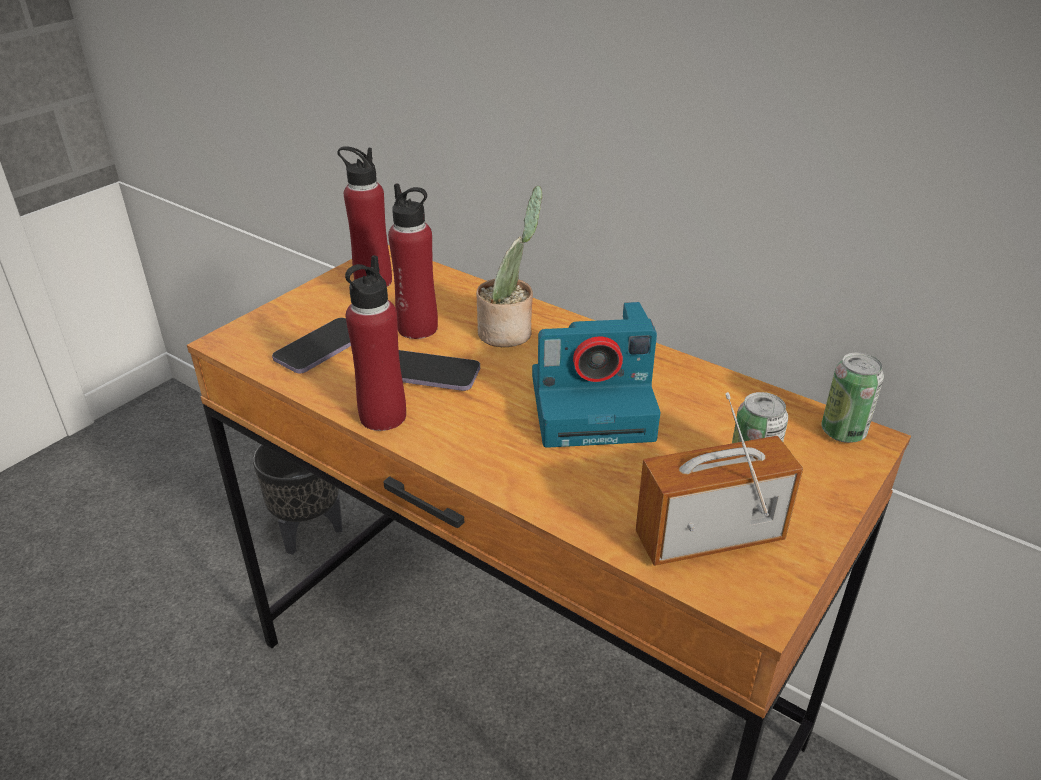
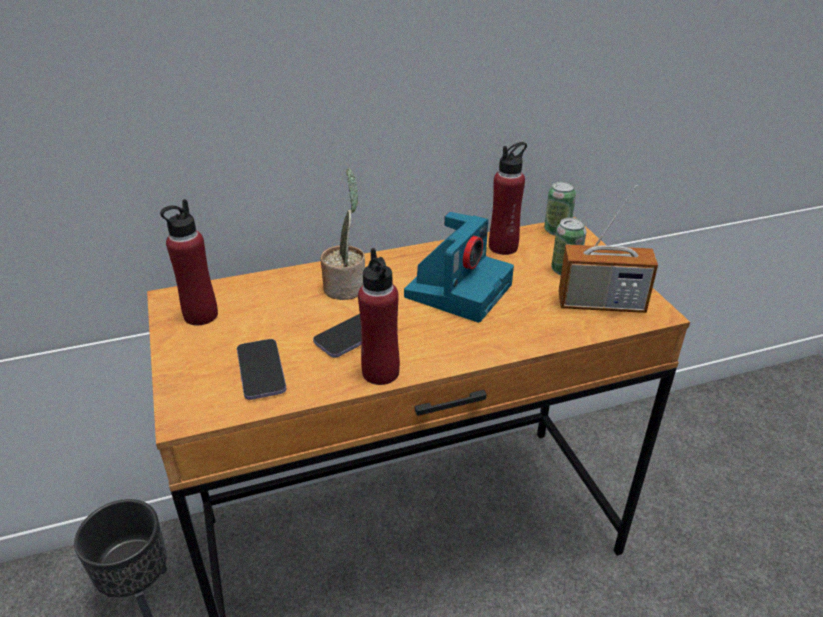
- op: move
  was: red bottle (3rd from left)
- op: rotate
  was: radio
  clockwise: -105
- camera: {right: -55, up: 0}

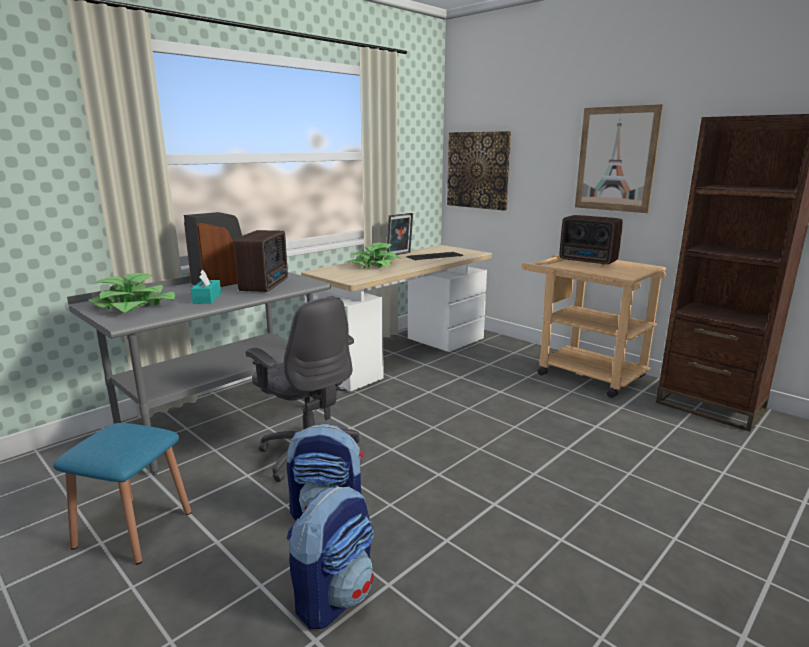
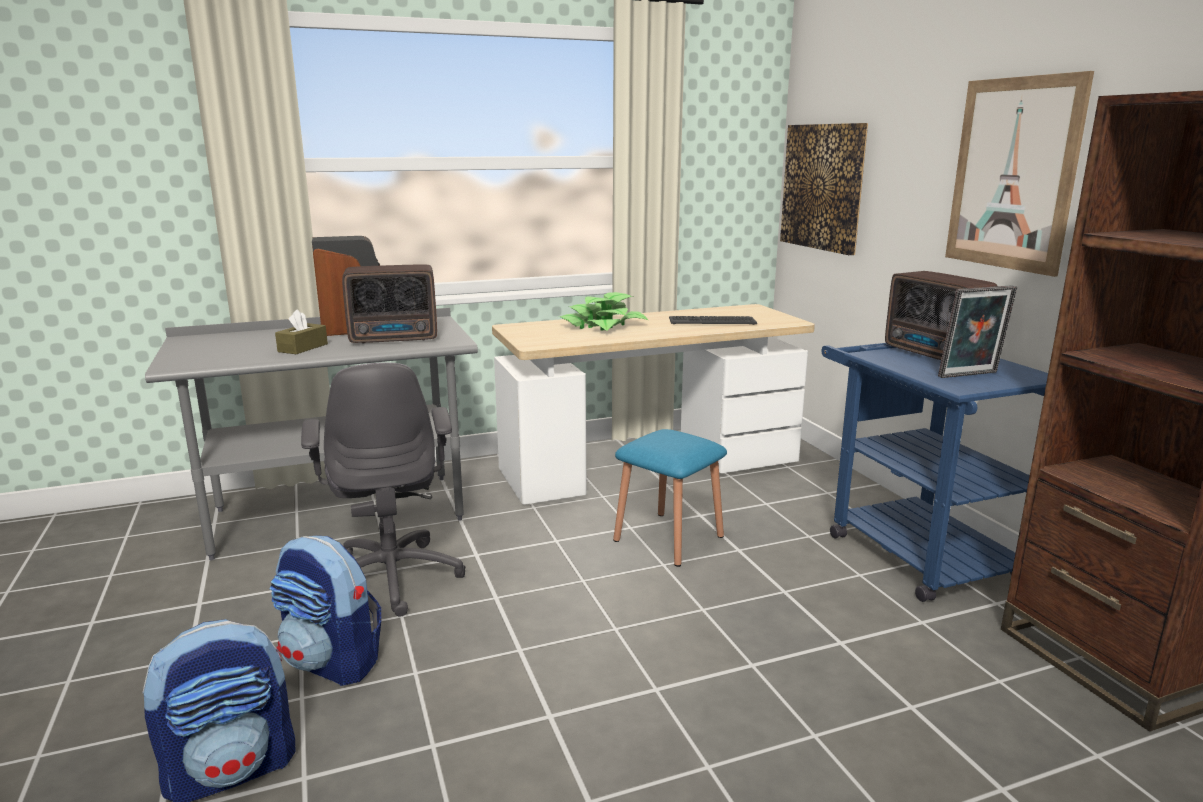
- op: recolor
  was: turquoise tissue box
  now: brown tissue box
- op: rotate
  was: radio (1st from left)
  clockwise: 45
- op: move
  was: blue stool
- op: recolor
  was: beige cart
  now: blue cart
- op: move
  was: picture frame
- op: delete
  was: potted plant (1st from left)
- camera: {right: 25, up: 0}

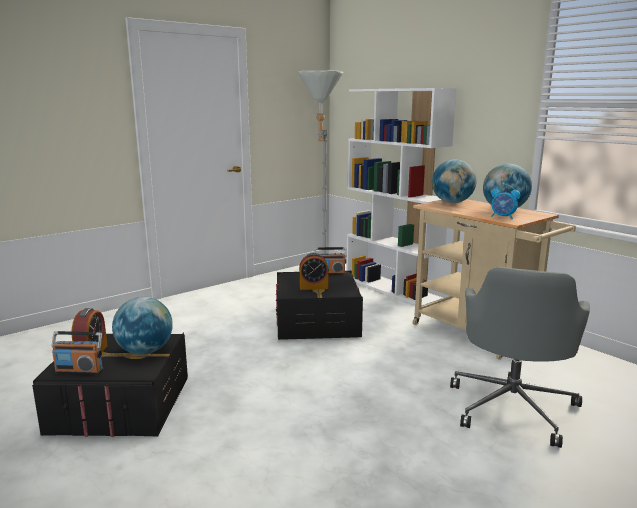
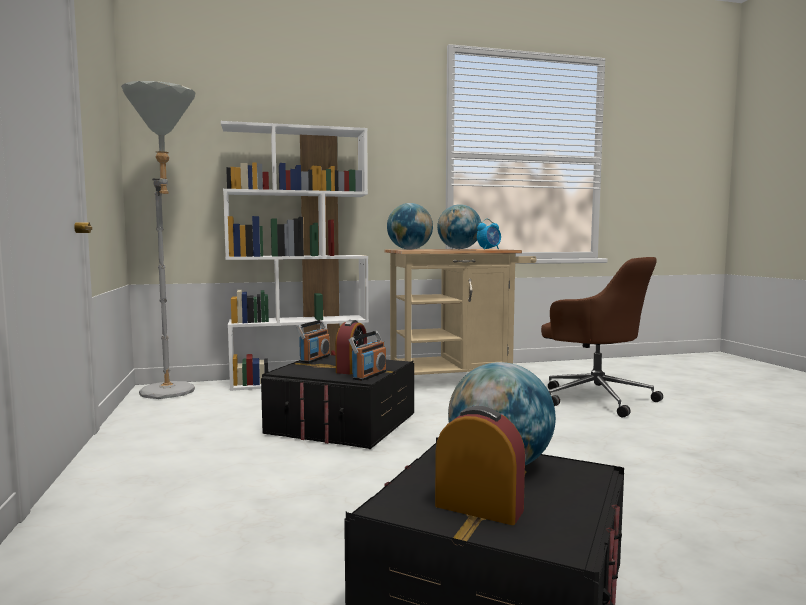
- op: move
  was: radio (1st from left in the first image)
  now: radio (2nd from left)
- op: recolor
  was: grey office chair
  now: brown office chair
- camera: {right: -65, up: -10}

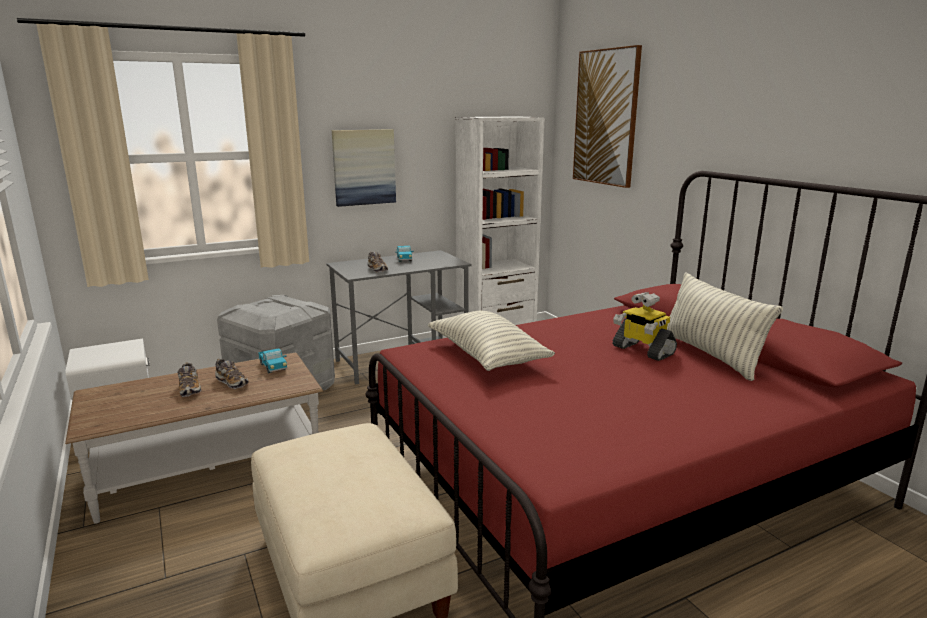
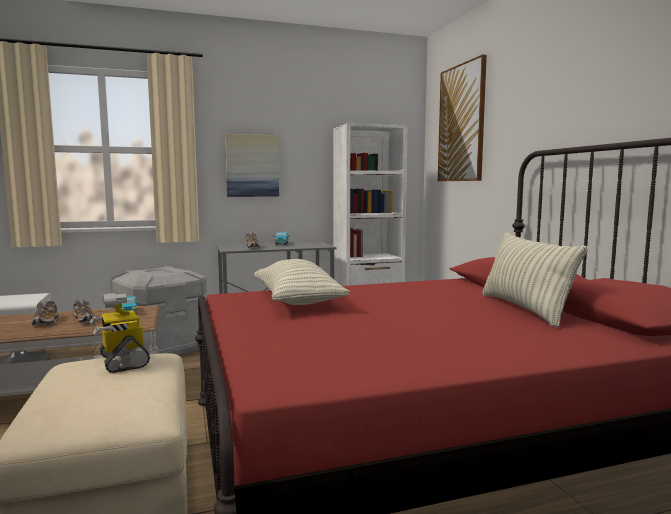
- op: move
  was: toy robot
- camera: {right: 10, up: -10}

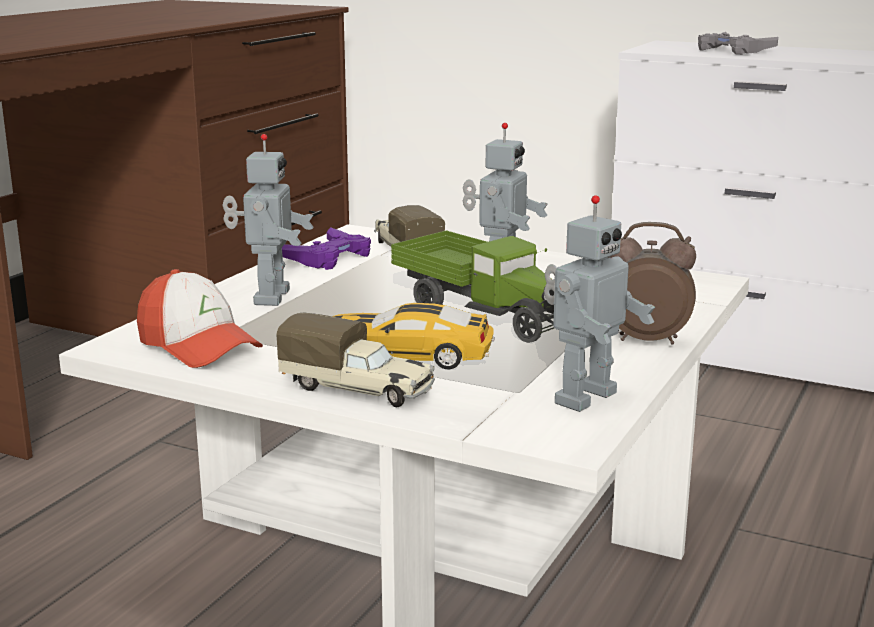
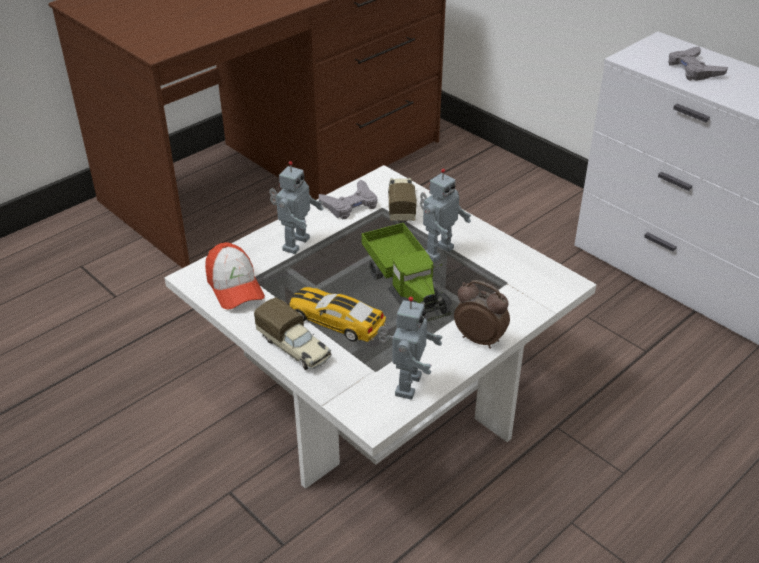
- op: recolor
  was: purple game controller
  now: grey game controller (1st from left)
- op: rotate
  was: toy robot (3rd from left in the first image)
  clockwise: -45
- camera: {right: 20, up: 20}

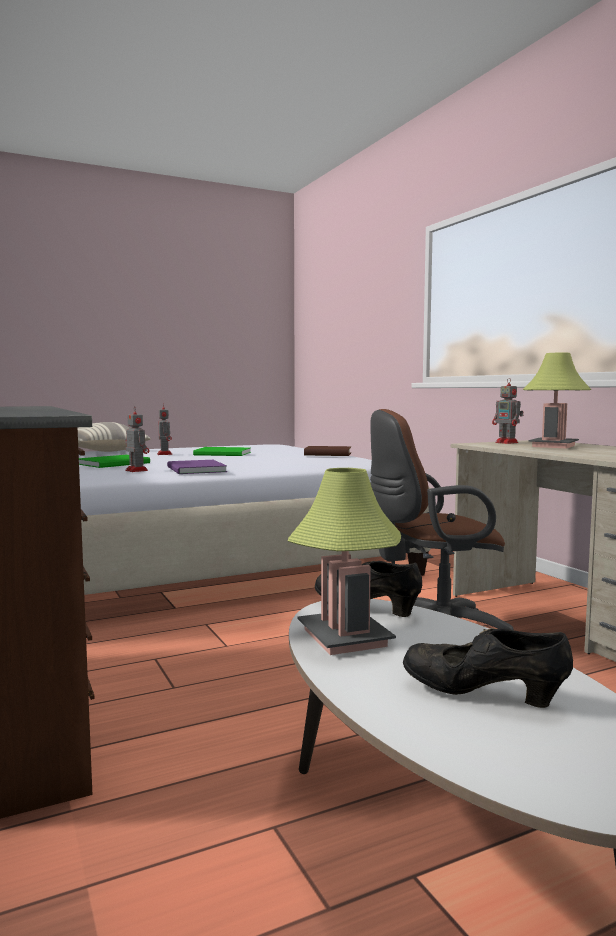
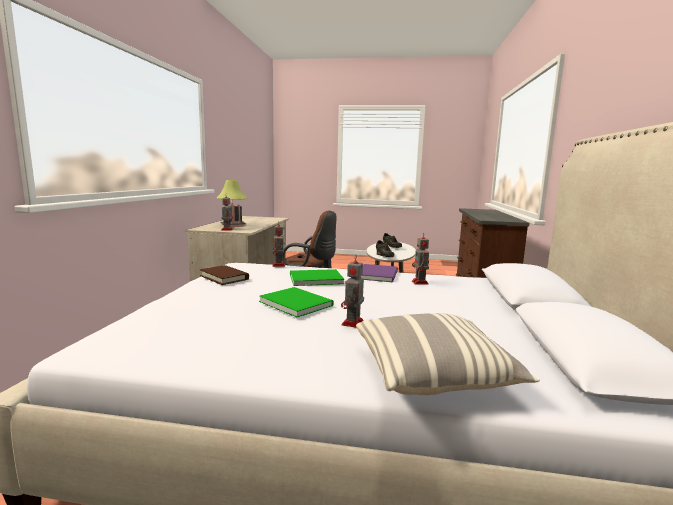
- op: insert
  now: toy robot (2nd from left)
- op: move
  was: green book (1st from left in the first image)
  now: green book (2nd from left)
- op: delete
  was: table lamp (1st from left)
- camera: {right: -145, up: 5}

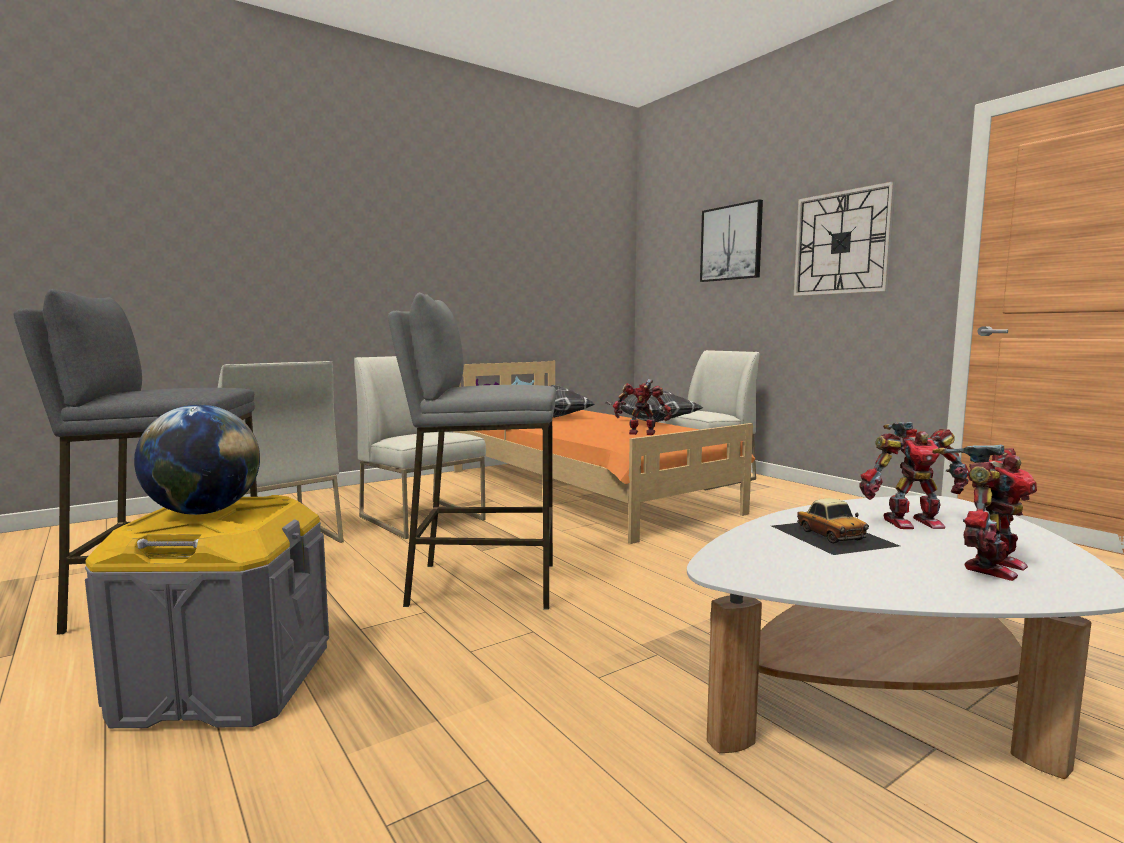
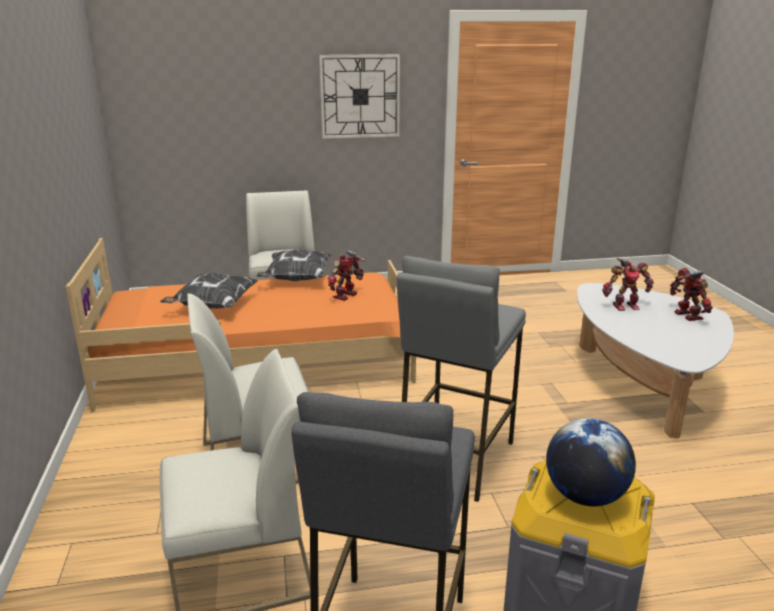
- op: rotate
  was: toy robot (2nd from left)
  clockwise: 60
- op: delete
  was: picture
- op: delete
  was: toy car
- camera: {right: -65, up: 15}

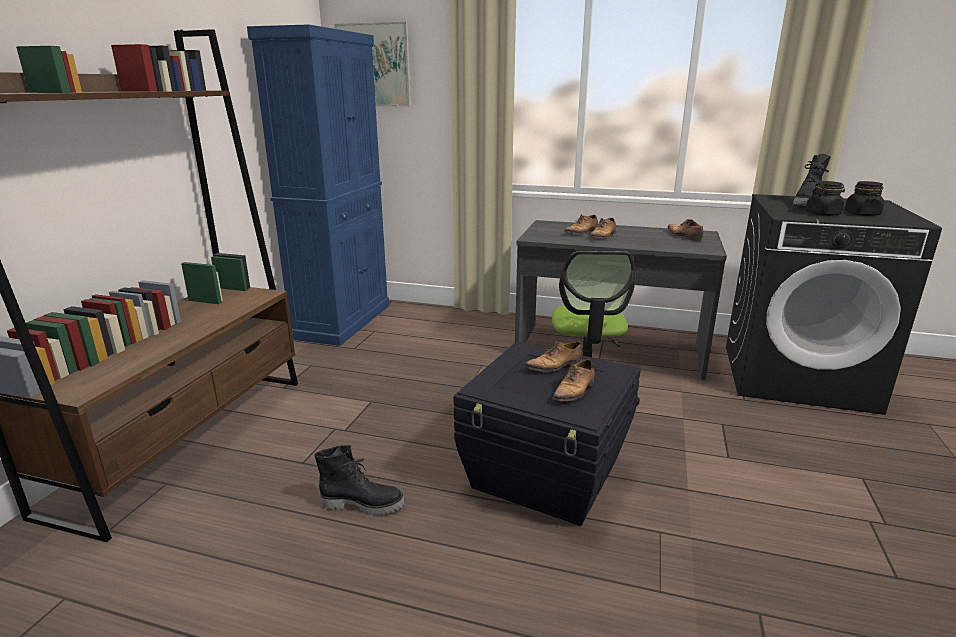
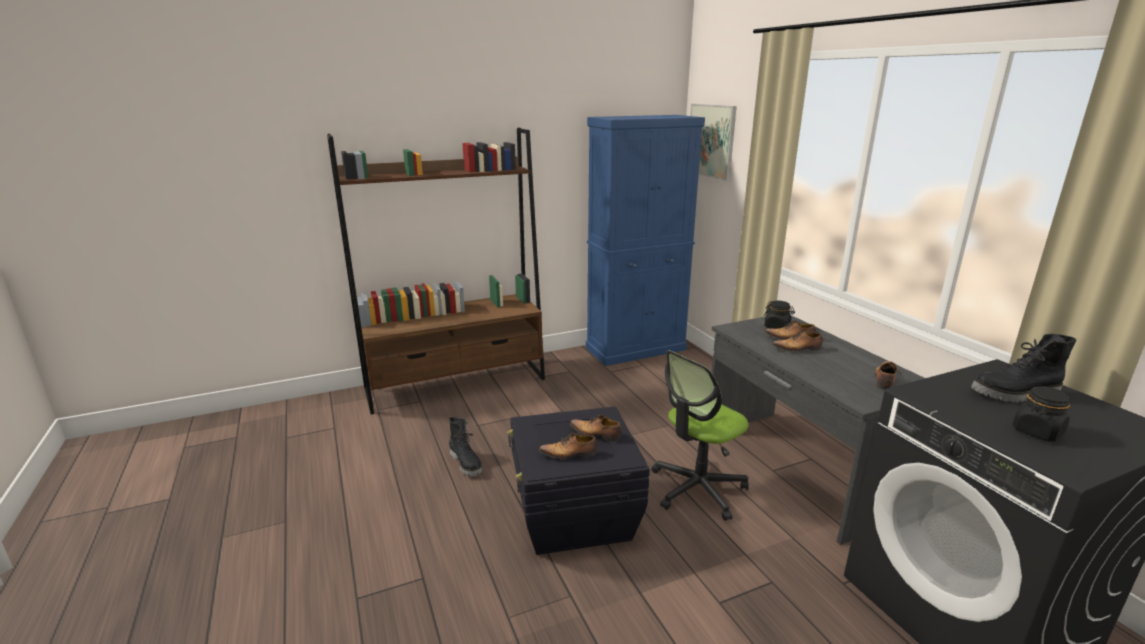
- op: move
  was: black jar (1st from left)
- camera: {right: 50, up: 0}

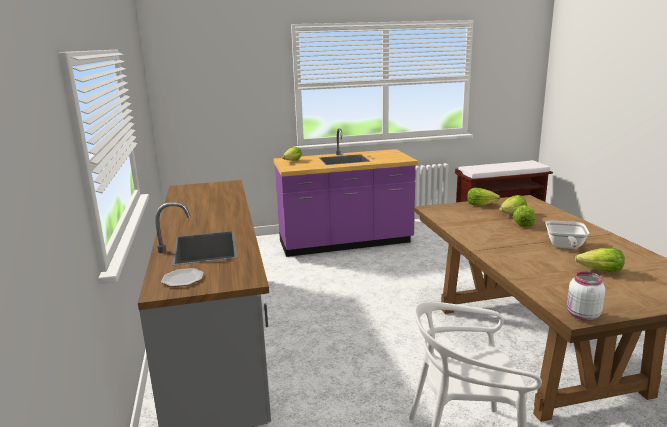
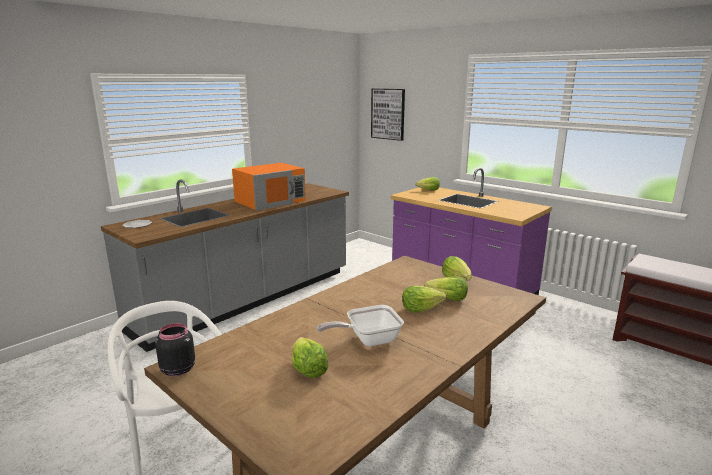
- op: recolor
  was: white jar
  now: black jar
- op: insert
  now: orange microwave
- op: insert
  now: picture
- camera: {right: 55, up: 0}

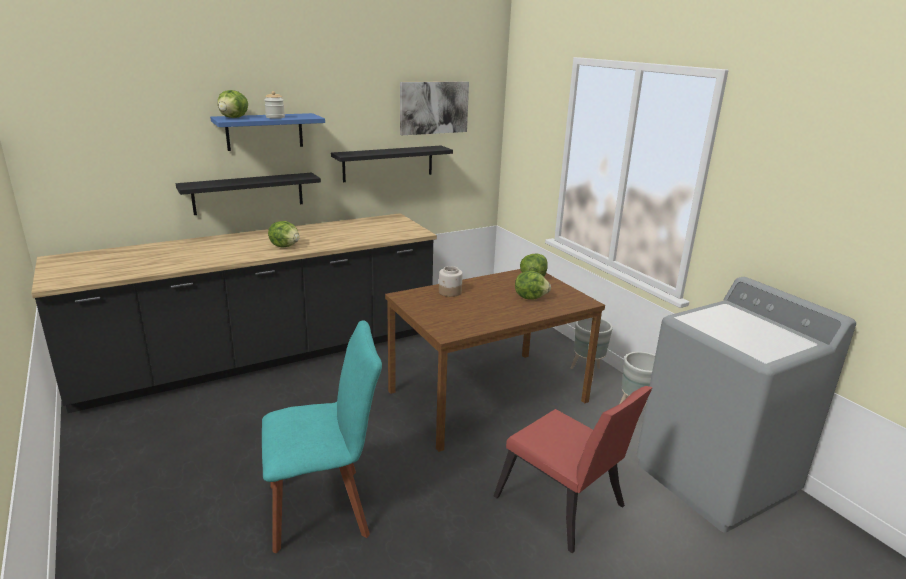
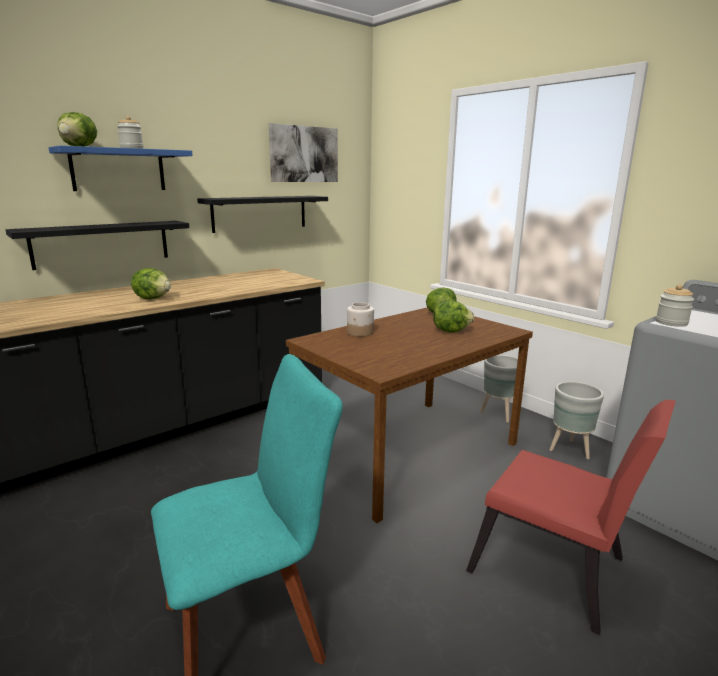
- op: insert
  now: jar (3rd from left)
- camera: {right: -10, up: -5}

